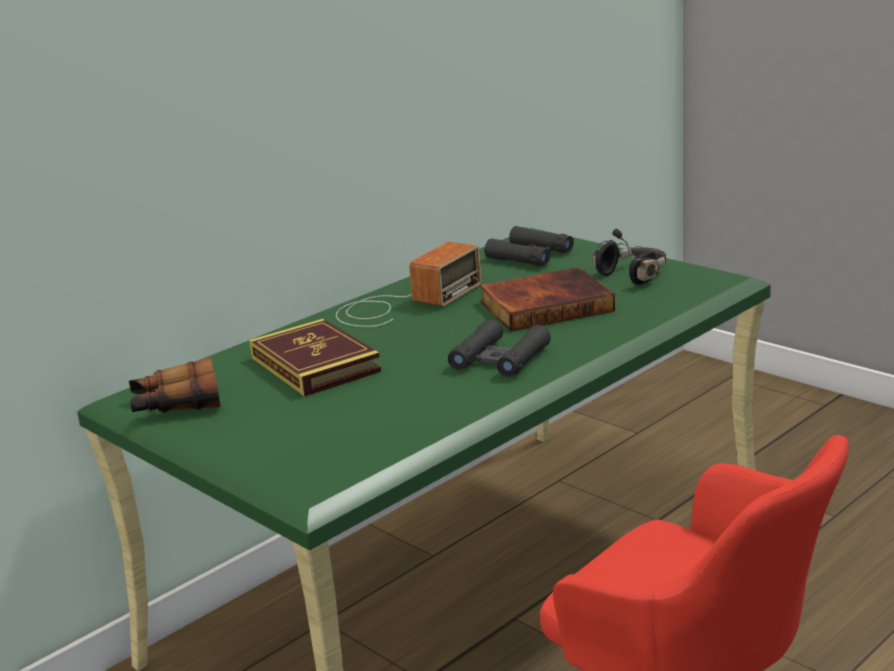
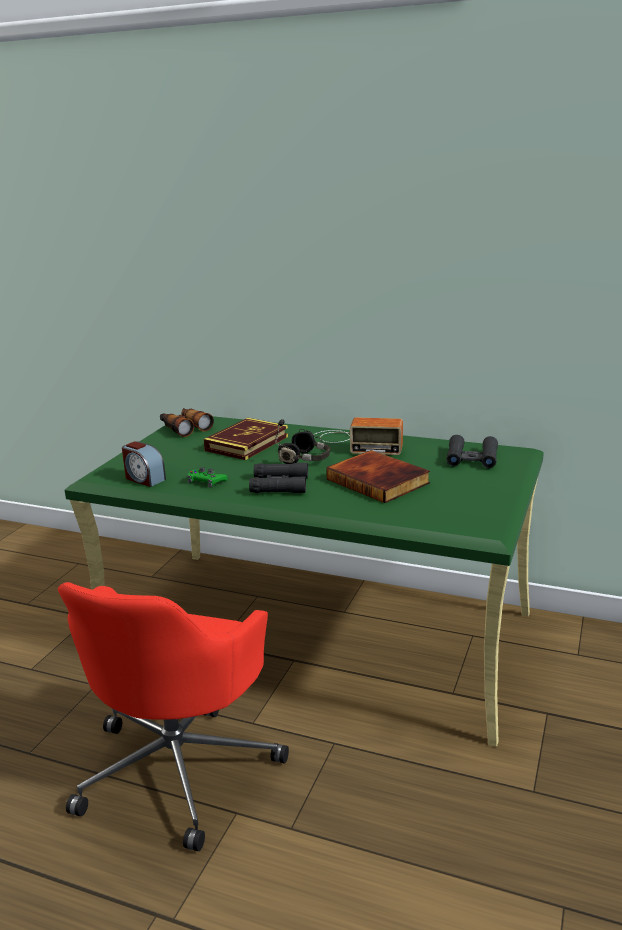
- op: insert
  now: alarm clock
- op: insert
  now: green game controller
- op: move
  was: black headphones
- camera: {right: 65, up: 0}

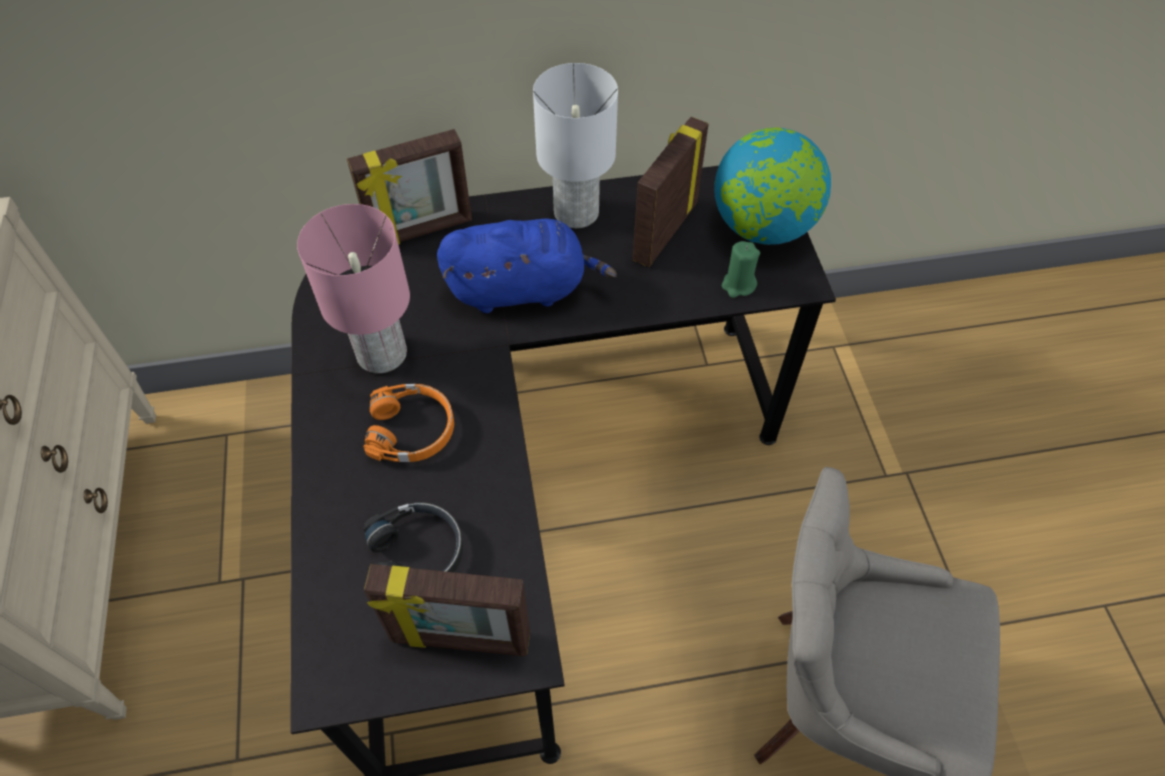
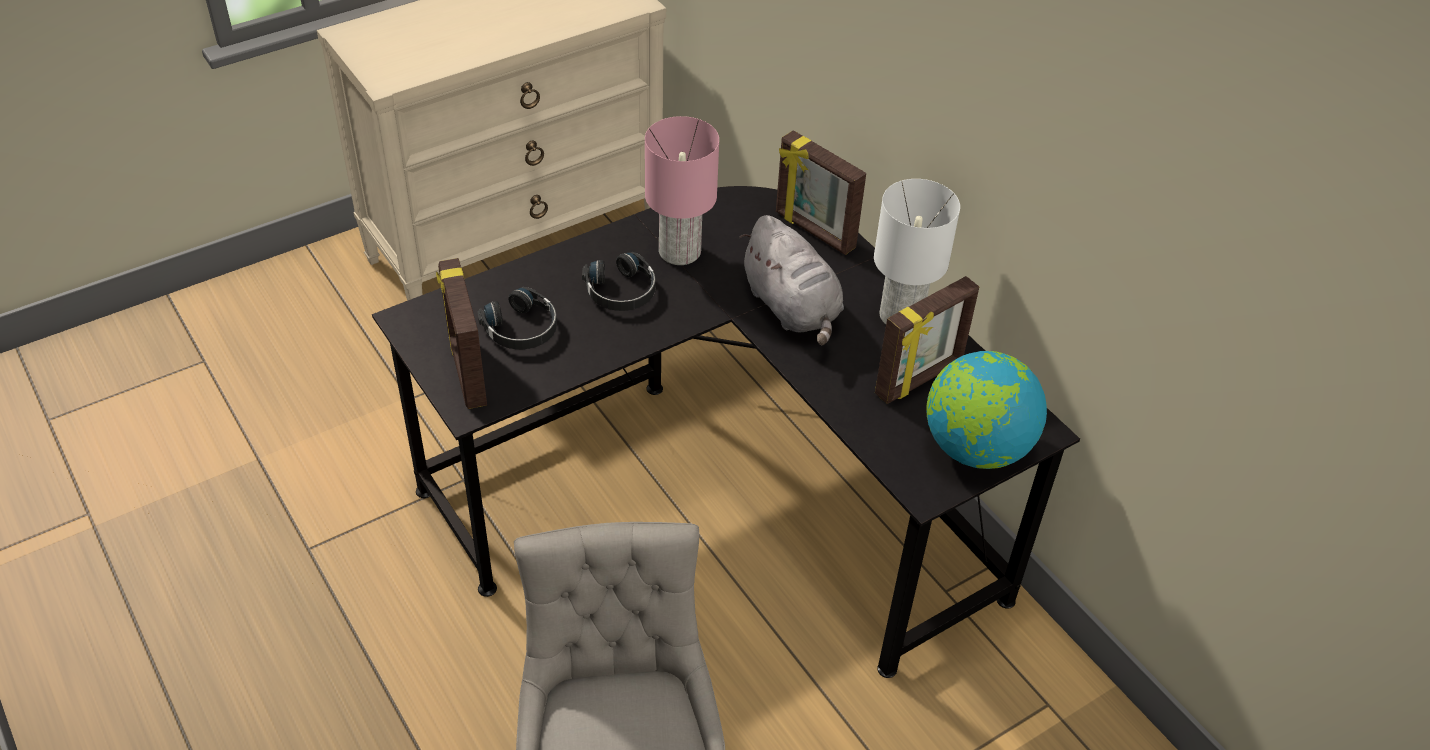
- op: recolor
  was: orange headphones
  now: black headphones (2nd from left)
- op: recolor
  was: blue plush toy
  now: grey plush toy
- op: rotate
  was: picture frame (3rd from left)
  clockwise: 135
- op: delete
  was: green candle
- camera: {right: 65, up: -10}

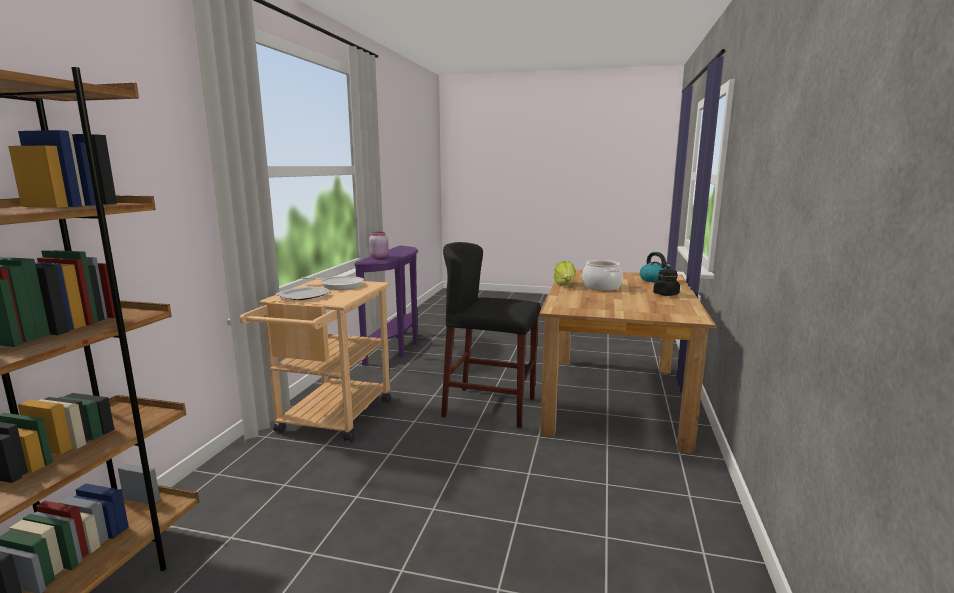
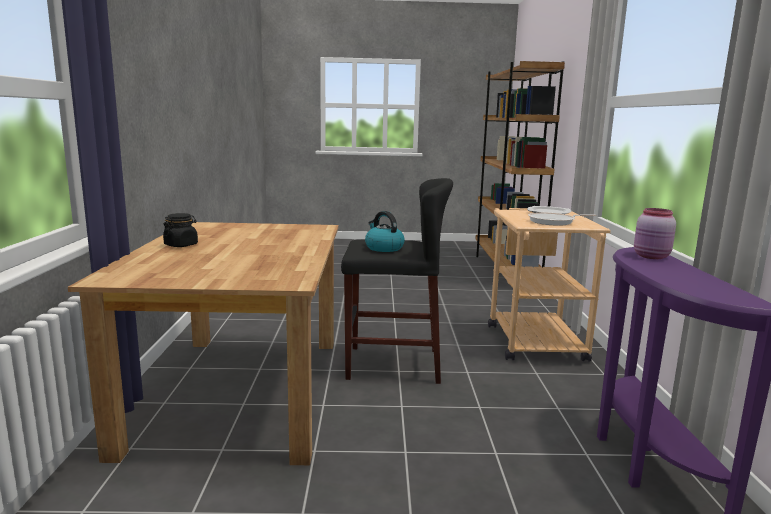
- op: move
  was: kettle
- op: delete
  was: lettuce
- op: delete
  was: cooking pot
- camera: {right: 165, up: 0}

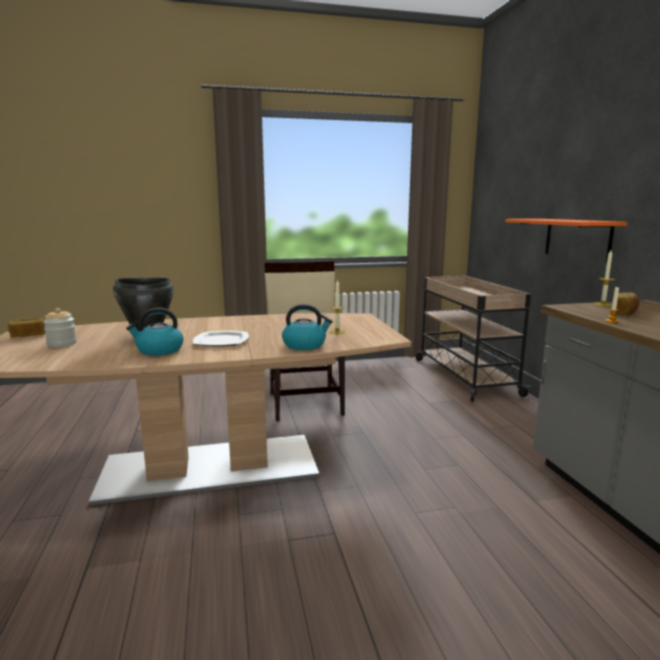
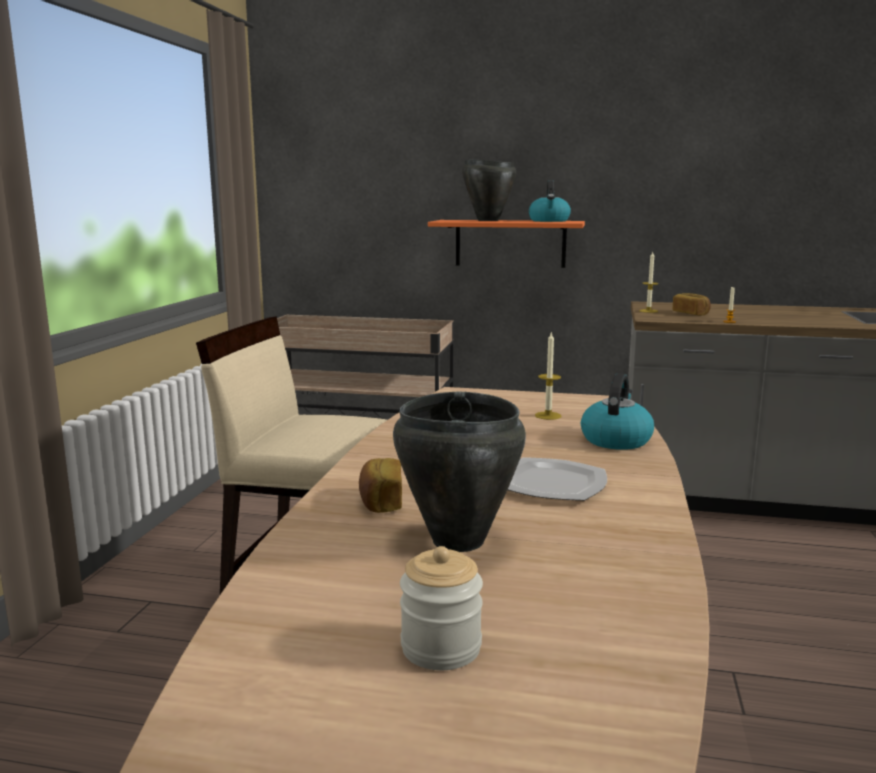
- op: move
  was: bread (1st from left)
- op: insert
  now: black cooking pot (2nd from left)
- op: move
  was: kettle (1st from left)
- camera: {right: -65, up: 0}

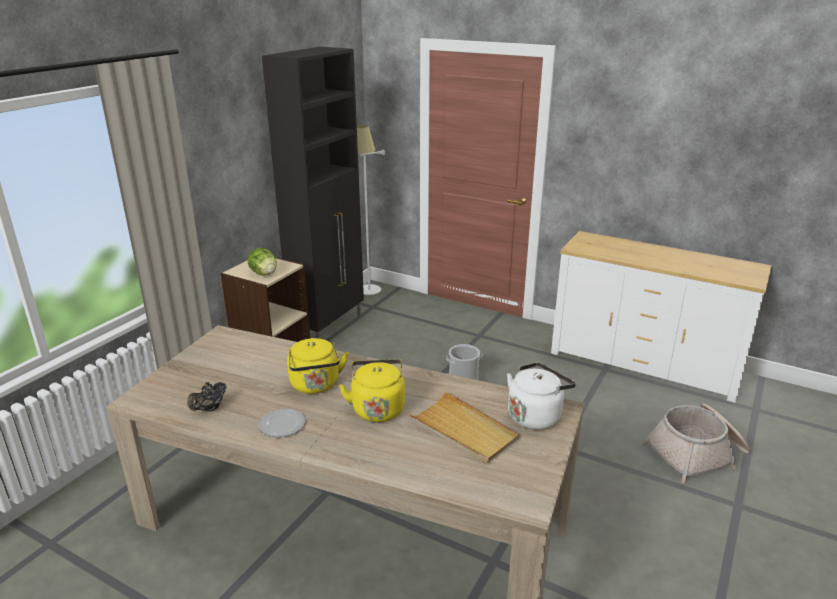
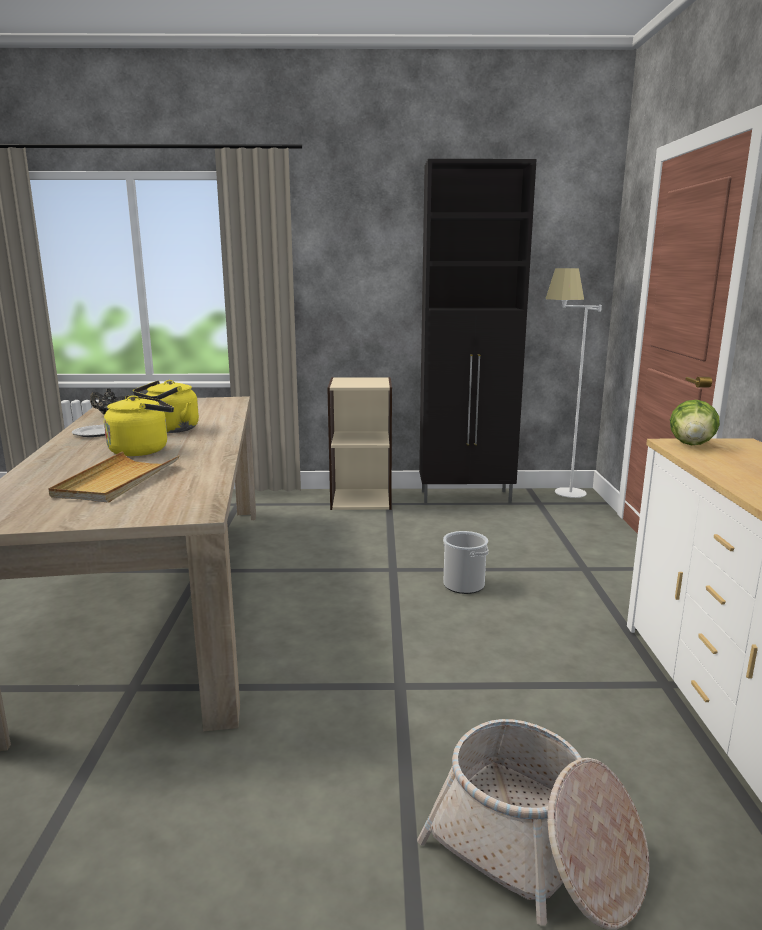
- op: move
  was: lettuce
- op: delete
  was: white kettle
- camera: {right: 60, up: -10}

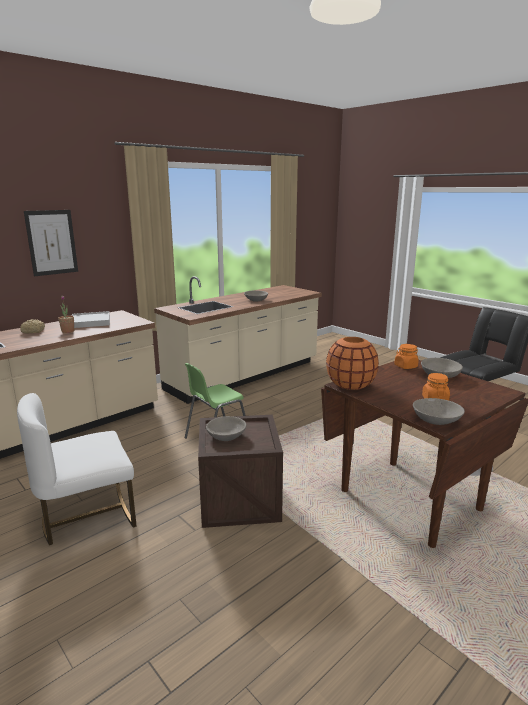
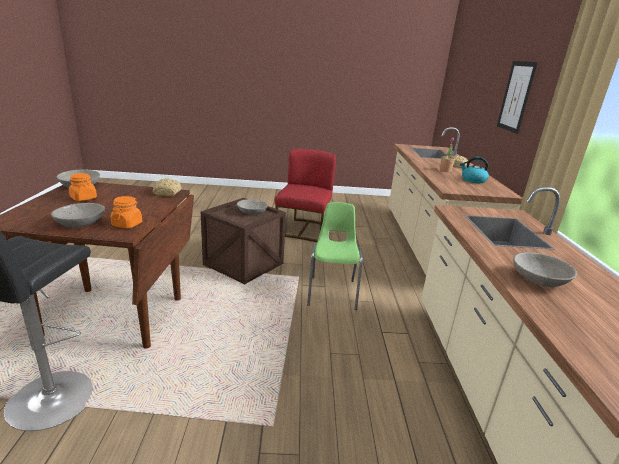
- op: replace
  was: orange vase
  now: bread (1st from left)
- op: recolor
  was: white chair
  now: red chair
- op: replace
  was: white tray
  now: kettle
- camera: {right: 130, up: 5}

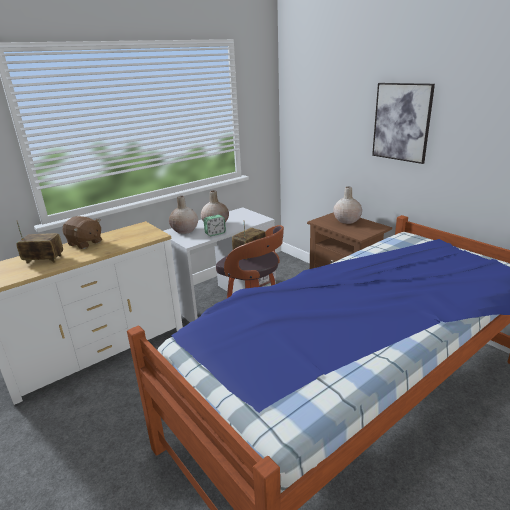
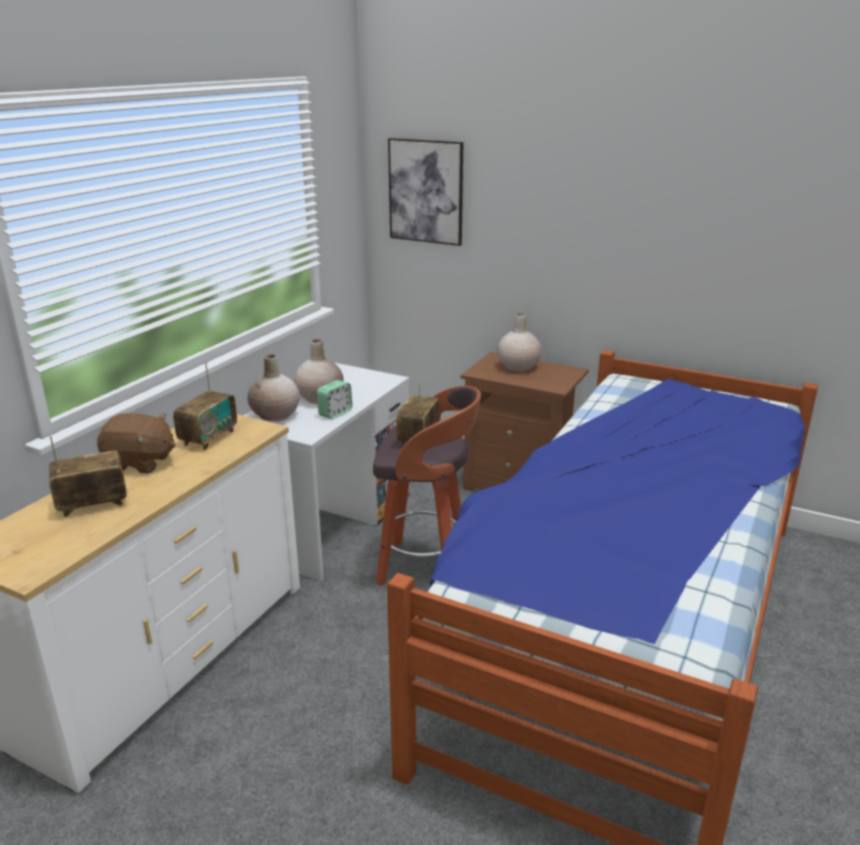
- op: insert
  now: radio (2nd from left)
- op: move
  was: picture
- camera: {right: -25, up: 0}

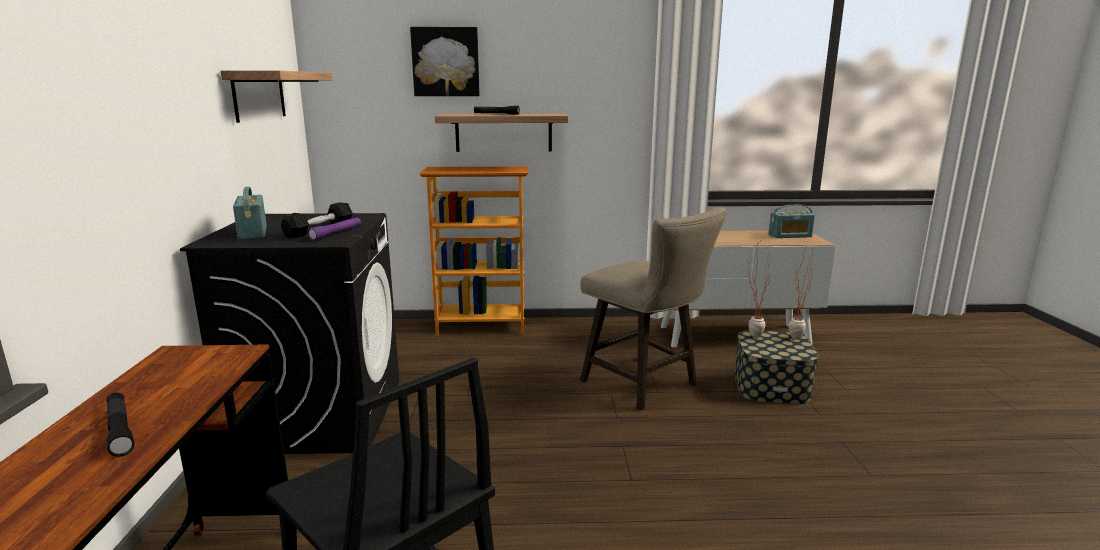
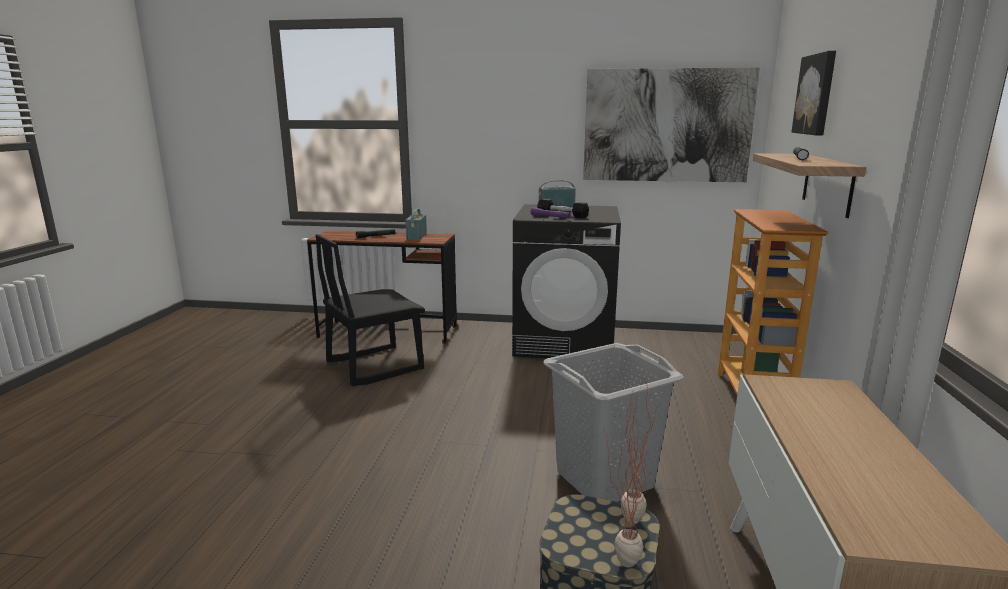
- op: move
  was: radio (2nd from left in the first image)
  now: radio (1st from left)
- op: replace
  was: beige stool
  now: grey laundry basket
- op: replace
  was: shelf (1st from left)
  now: picture (1st from left)
- camera: {right: 100, up: 0}

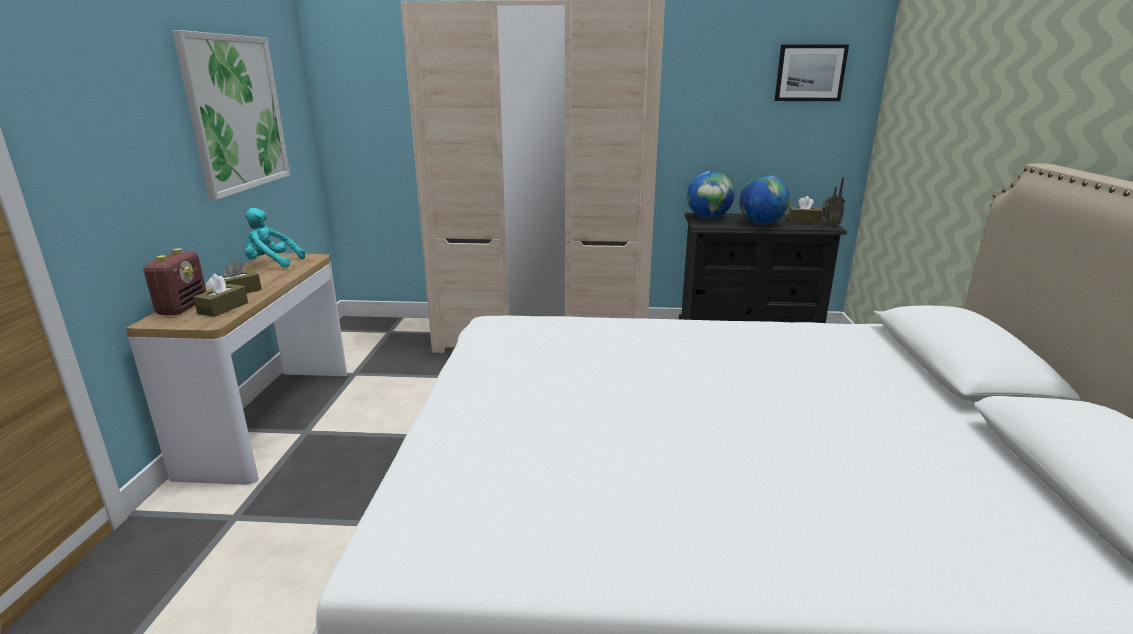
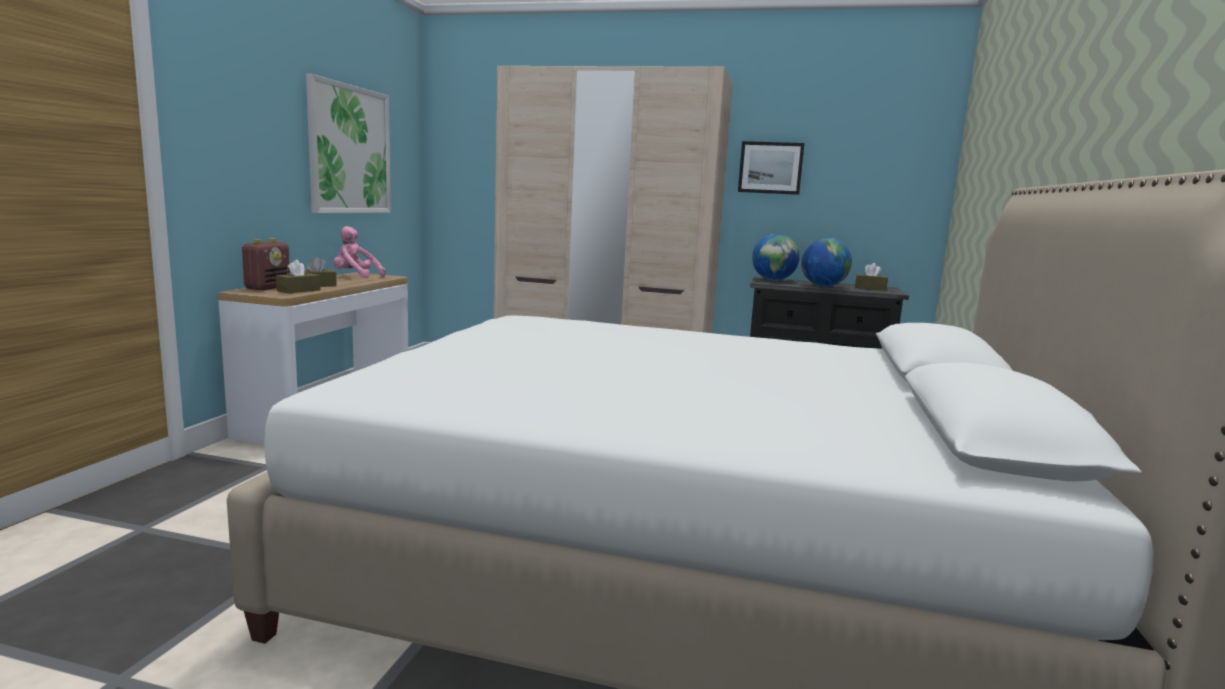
- op: recolor
  was: turquoise plush toy
  now: pink plush toy
- op: move
  was: picture (2nd from left)
- op: delete
  was: radio (2nd from left)
- camera: {right: 10, up: -10}

